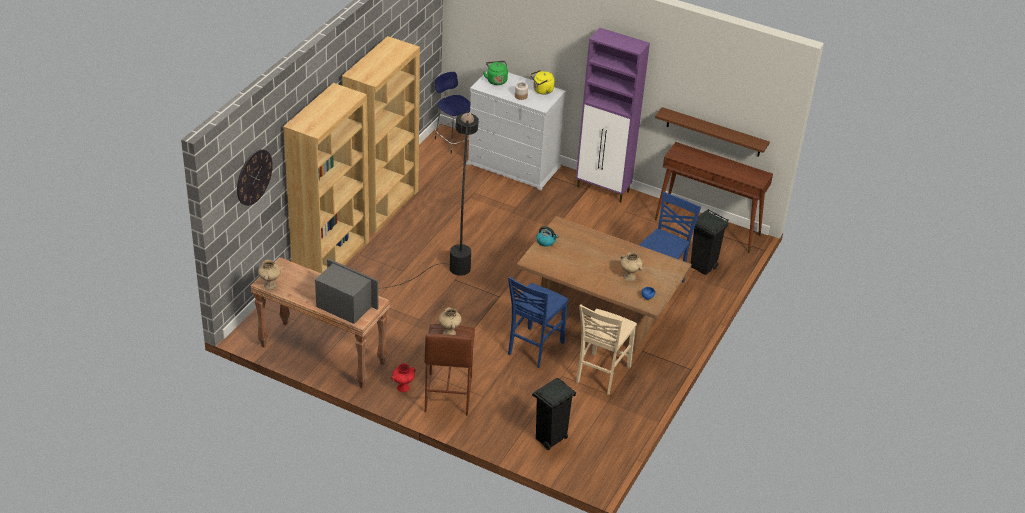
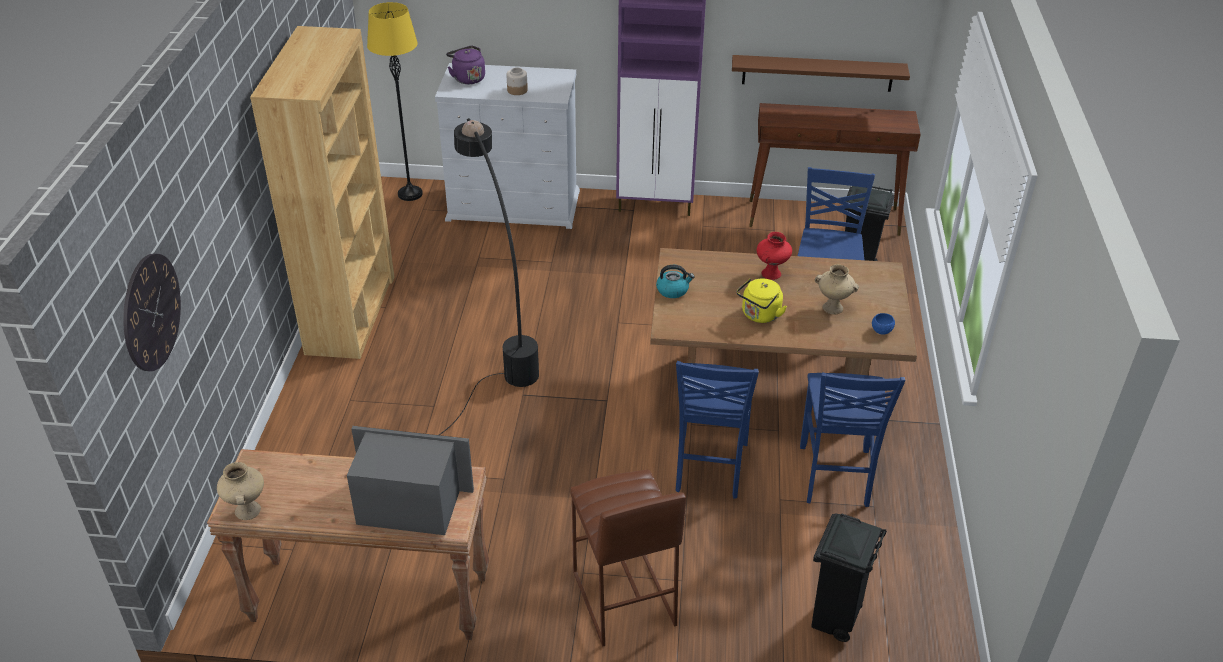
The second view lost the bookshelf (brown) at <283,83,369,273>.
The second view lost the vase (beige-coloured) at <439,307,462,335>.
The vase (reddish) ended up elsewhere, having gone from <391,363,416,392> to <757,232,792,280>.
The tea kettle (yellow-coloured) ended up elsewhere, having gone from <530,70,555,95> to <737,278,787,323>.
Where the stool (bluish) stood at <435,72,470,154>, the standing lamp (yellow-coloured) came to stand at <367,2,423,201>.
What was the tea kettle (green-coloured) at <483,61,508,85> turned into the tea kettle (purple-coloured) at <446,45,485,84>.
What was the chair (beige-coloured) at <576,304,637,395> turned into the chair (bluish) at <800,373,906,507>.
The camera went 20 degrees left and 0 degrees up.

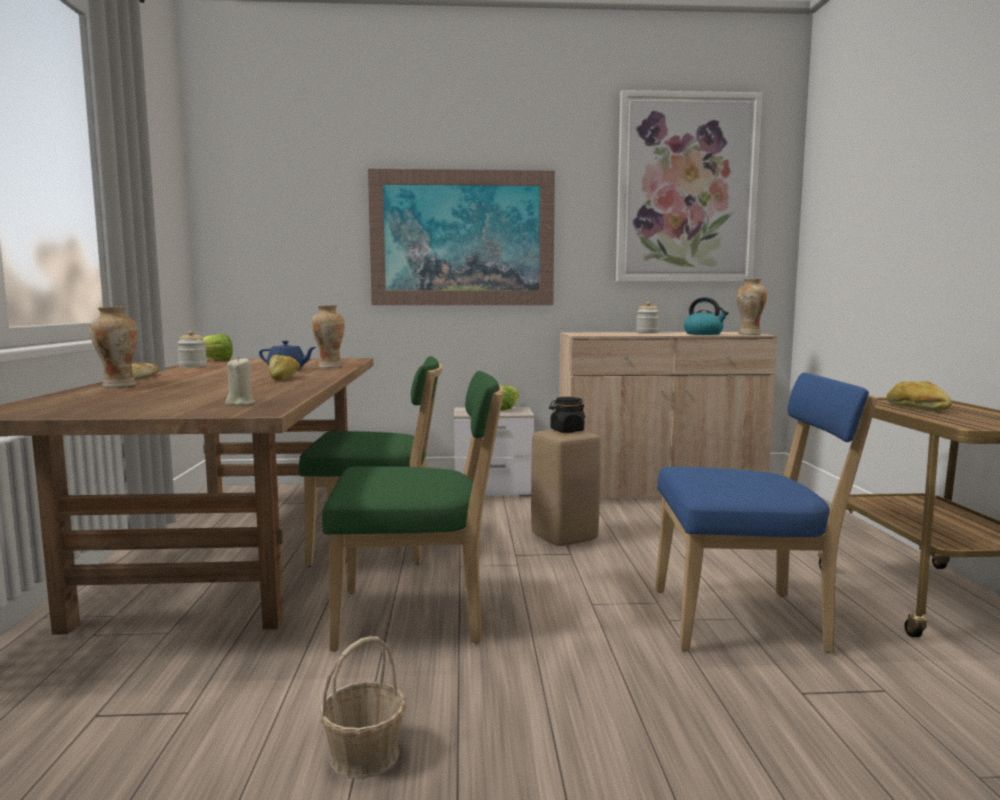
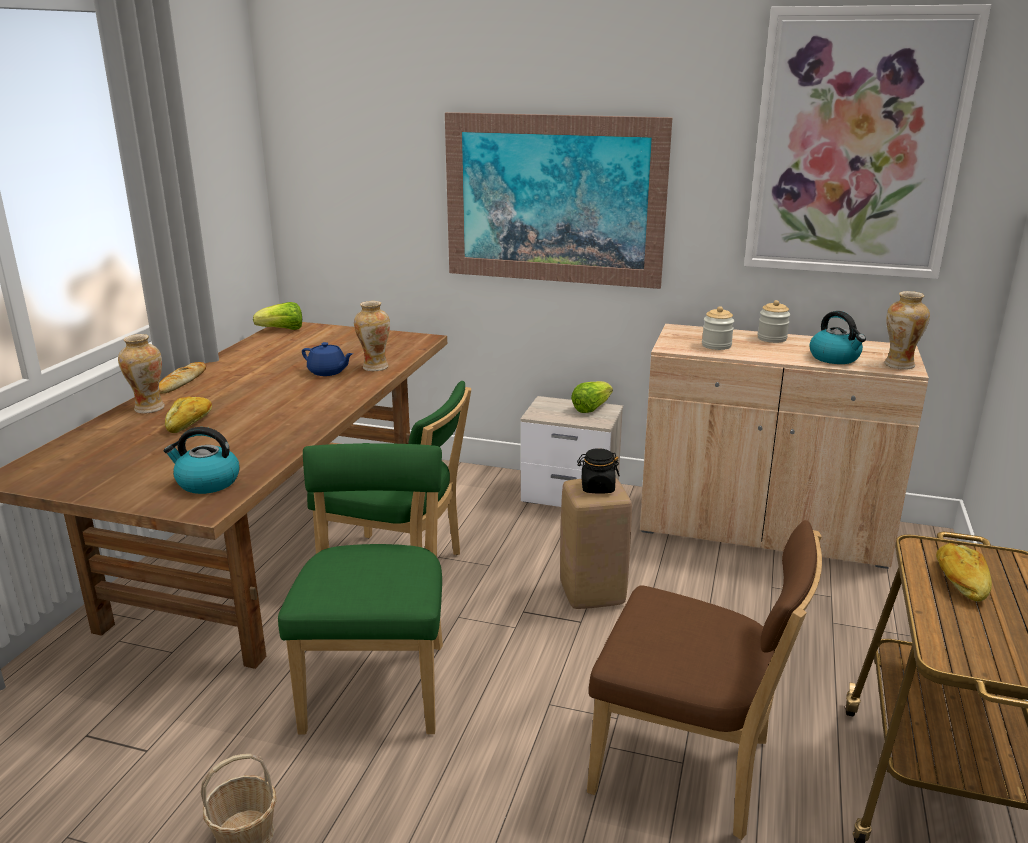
The jar ended up elsewhere, having gone from <177,331,207,367> to <702,306,734,350>.
The baked bread ended up elsewhere, having gone from <269,354,300,380> to <165,397,212,433>.
Where the candle (beige-coloured) stood at <225,357,255,406>, the tea kettle came to stand at <164,427,240,494>.
What was the chair (bluish) at <656,373,878,653> turned into the chair (brown) at <587,520,822,840>.
The chair (green-coloured) at <322,371,504,652> ended up facing another way, 105 degrees counterclockwise from before.
The camera went 20 degrees right and 15 degrees up.

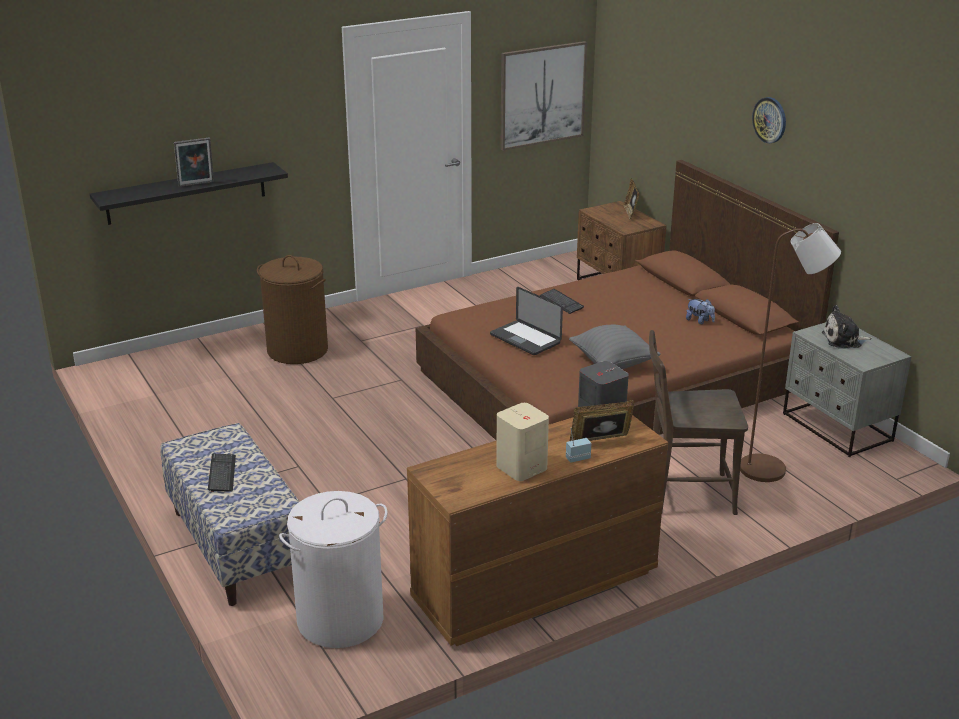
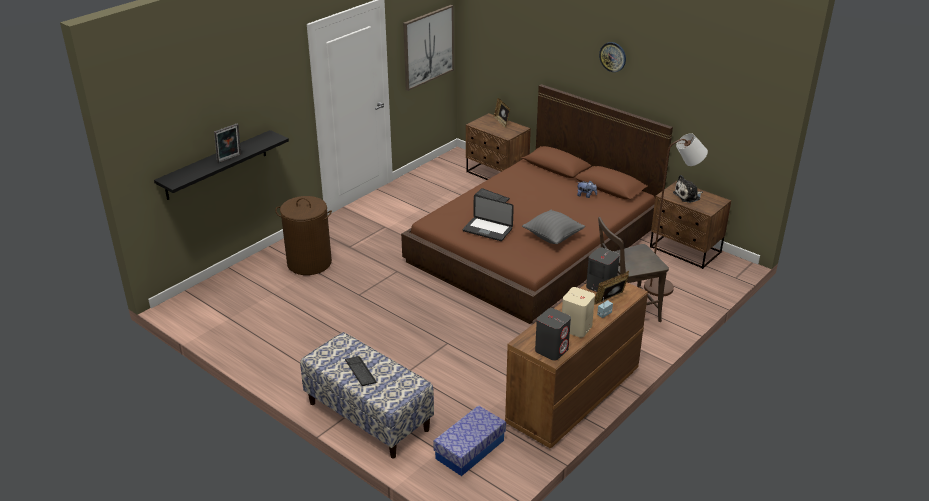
The second view gained the speaker (gray) at <535,308,571,361>.
Where the hamper (white) stood at <279,491,387,648>, the storage box came to stand at <433,405,506,476>.
What was the nightstand (gray) at <783,322,912,457> turned into the nightstand (brown) at <650,181,731,269>.
The camera went 20 degrees left and 5 degrees up.

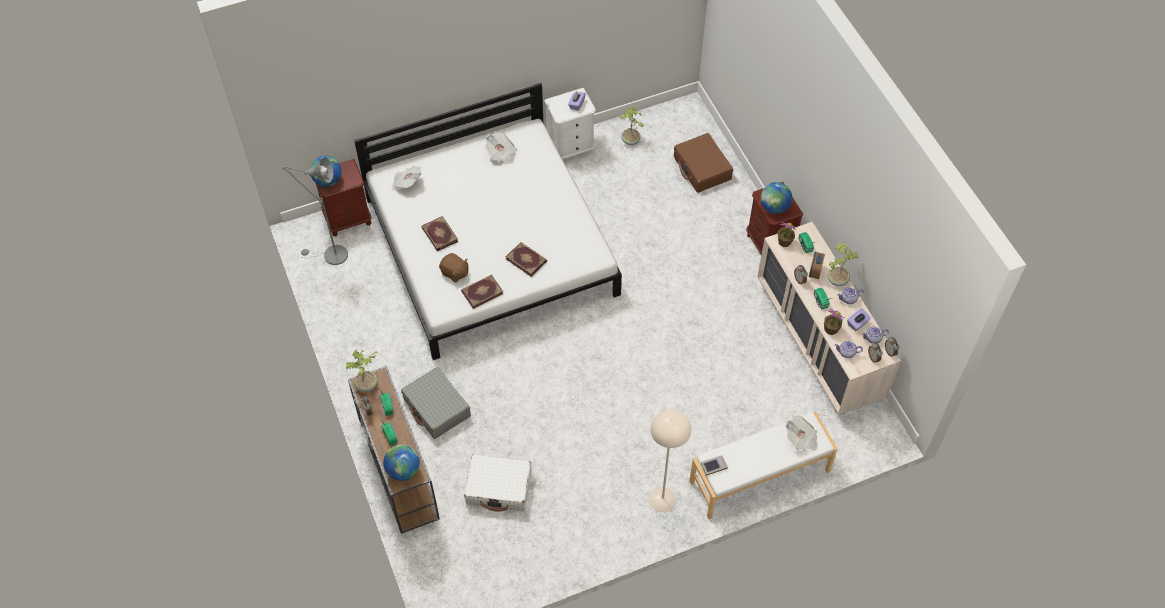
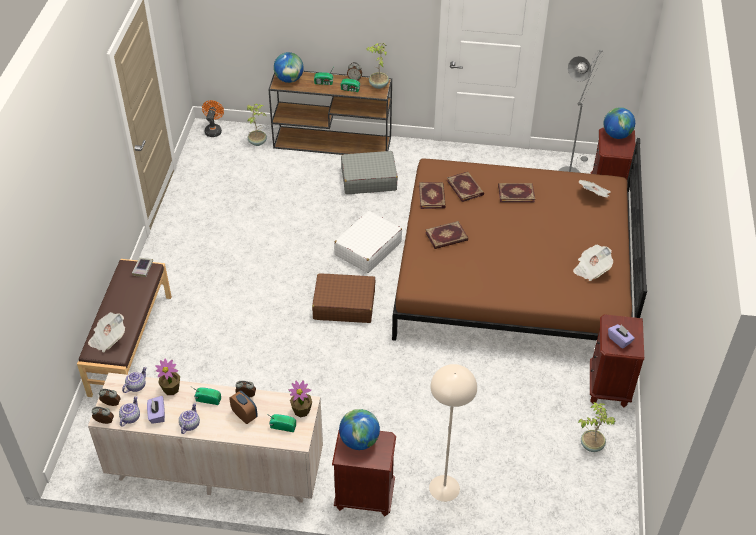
The second view gained the fan (orange) at <202,100,224,137>.
The suitcase (white) ended up elsewhere, having gone from <464,455,532,512> to <334,211,402,273>.
The standing lamp (beige-coloured) ended up elsewhere, having gone from <649,409,691,512> to <429,364,477,502>.
The suitcase (brown) ended up elsewhere, having gone from <674,133,733,193> to <312,273,375,323>.
The potted plant ended up elsewhere, having gone from <828,242,858,286> to <247,104,267,146>.
Where the cuddly toy (brown) stood at <439,253,468,283>, the volume came to stand at <447,171,484,202>.
What was the sleeping bed (white) at <354,83,622,360> turned into the sleeping bed (brown) at <392,138,647,341>.
What was the nightstand (white) at <544,88,596,160> turned into the nightstand (brown) at <590,314,644,407>.
What was the long seat (white) at <689,412,838,519> turned into the long seat (brown) at <77,259,172,397>.
The camera went 120 degrees right and 10 degrees down.

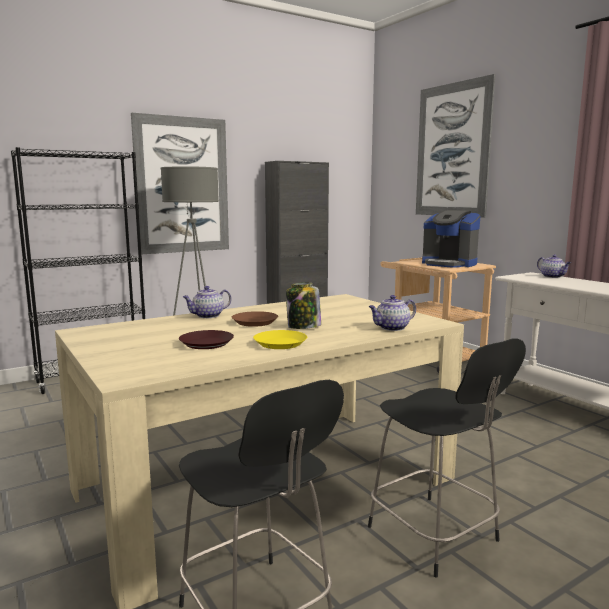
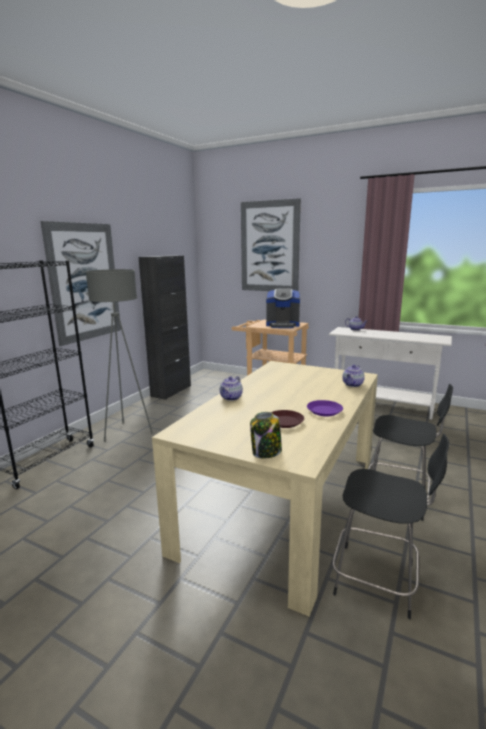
The second view lost the flat dish (brown) at <232,311,278,327>.
The jar ended up elsewhere, having gone from <286,282,321,329> to <250,412,282,459>.
What was the flat dish (yellow-coloured) at <253,330,307,349> turned into the flat dish (purple-coloured) at <307,400,343,416>.
The camera went 30 degrees left and 5 degrees up.

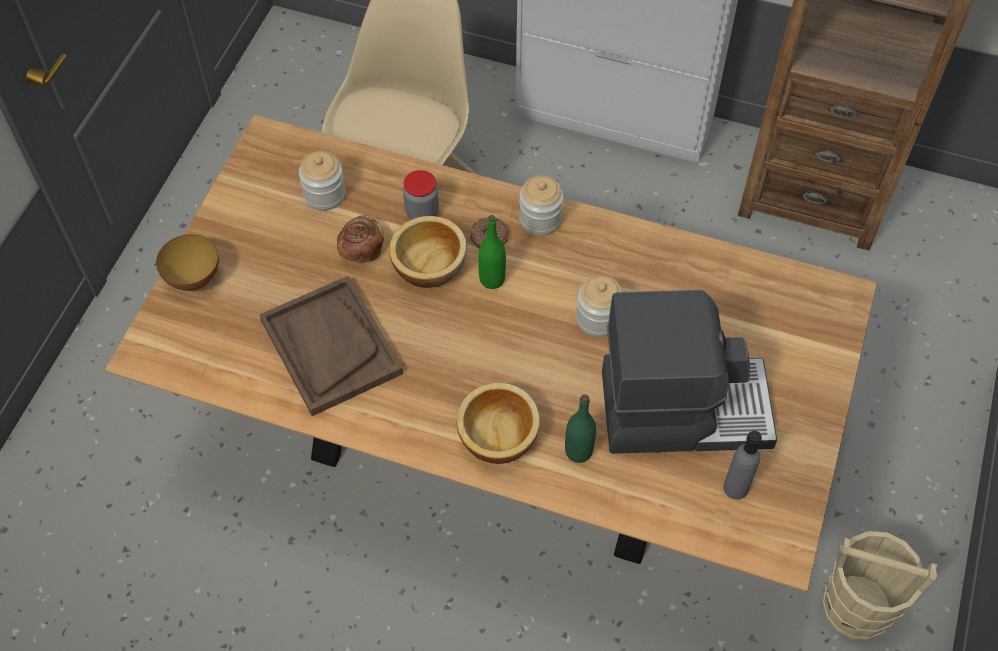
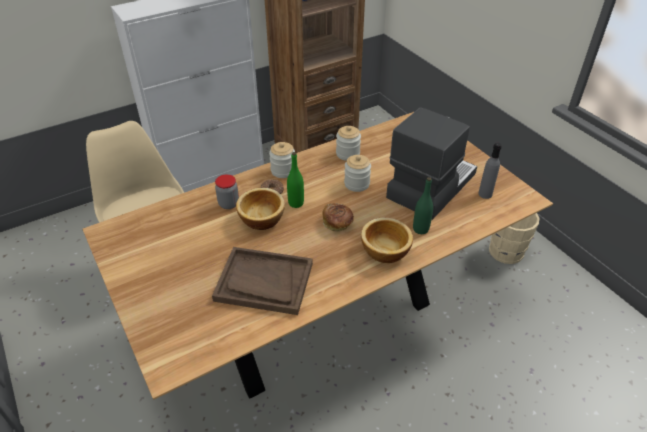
The second view lost the deep dish at <156,234,219,291>.
The jar ended up elsewhere, having gone from <299,151,346,211> to <336,126,361,161>.
The baked bread ended up elsewhere, having gone from <337,215,384,264> to <322,203,354,231>.
The camera went 50 degrees left and 15 degrees down.

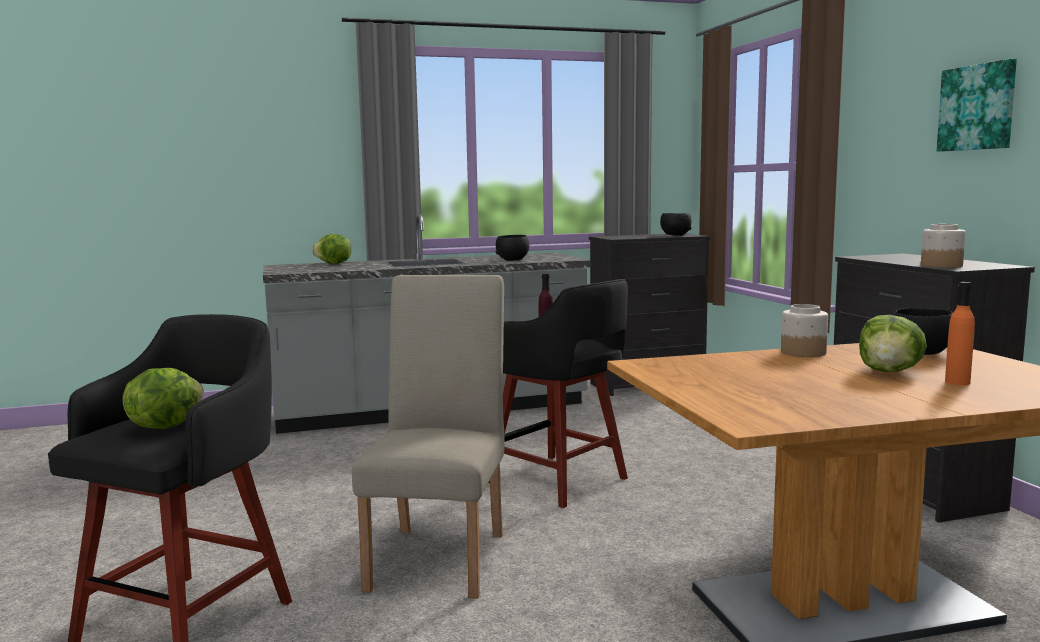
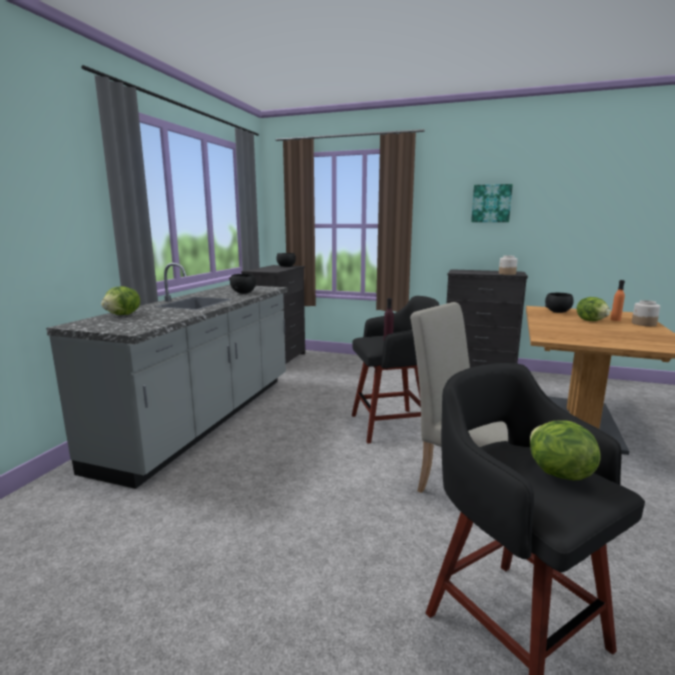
The jar ended up elsewhere, having gone from <781,304,828,357> to <632,300,660,326>.
The camera went 55 degrees left and 5 degrees up.

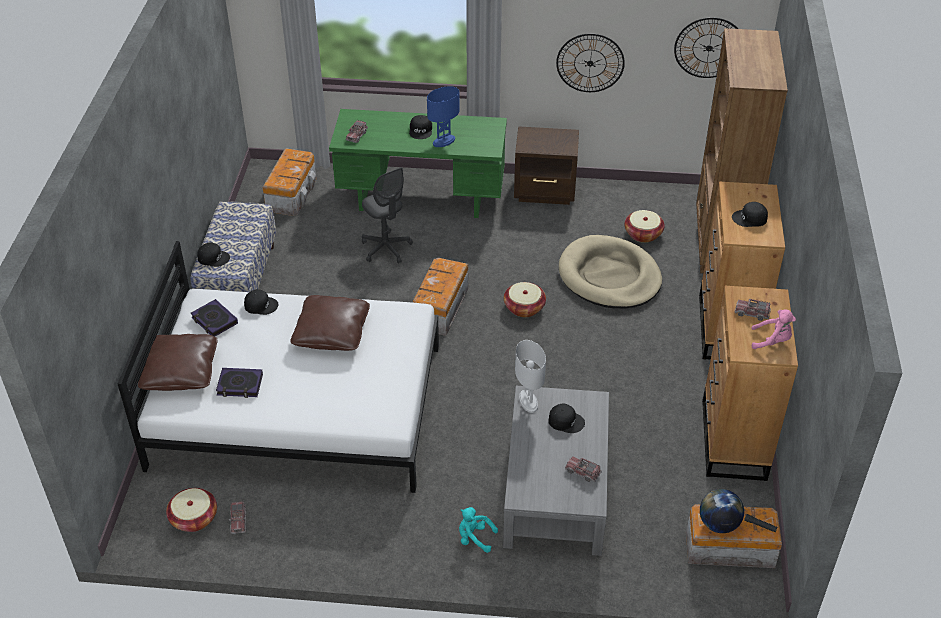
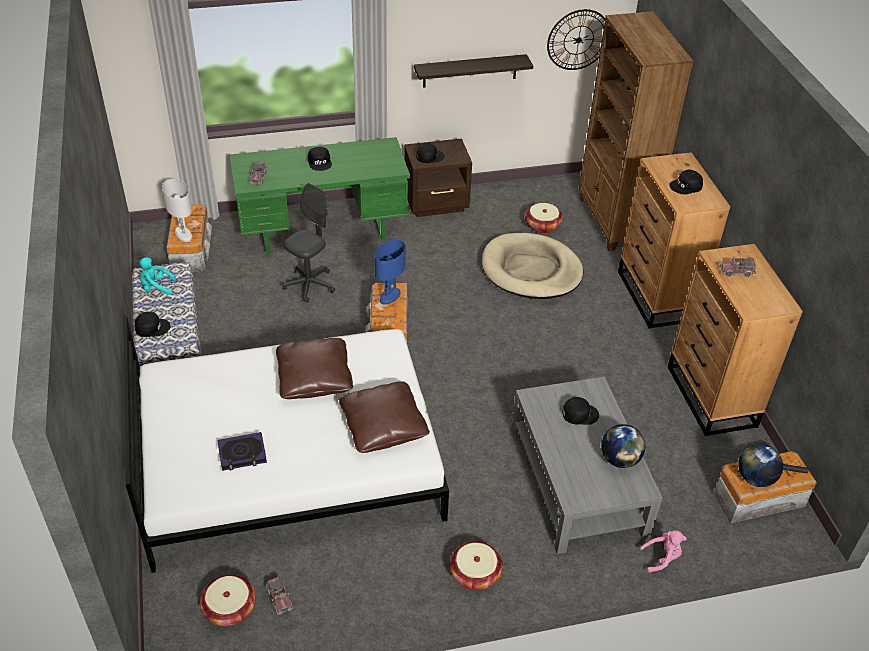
The second view lost the volume at <191,299,238,337>.
The throw pillow (brown) ended up elsewhere, having gone from <138,334,218,391> to <339,381,430,453>.
The baseball cap (blackish) ended up elsewhere, having gone from <244,289,279,315> to <416,143,445,163>.
The tabletop lamp (bluish) ended up elsewhere, having gone from <427,86,460,147> to <374,240,406,304>.
The cuddly toy (blue-green) ended up elsewhere, having gone from <459,507,498,553> to <138,257,176,295>.
The household basket ended up elsewhere, having gone from <504,282,546,317> to <450,541,503,590>.
The tabletop lamp (white) ended up elsewhere, having gone from <515,340,546,413> to <162,179,192,242>.
The cuddly toy (pink-coloured) ended up elsewhere, having gone from <751,309,796,349> to <639,530,686,573>.
Where the hanging clock hung at <556,34,625,92>, the wall shelf came to hang at <414,54,533,88>.
Where the toy truck stood at <565,456,602,482>, the world globe came to stand at <601,424,645,468>.
The office chair (gray) at <362,168,413,264> ended up facing another way, 90 degrees counterclockwise from before.
The camera went 20 degrees left and 0 degrees up.

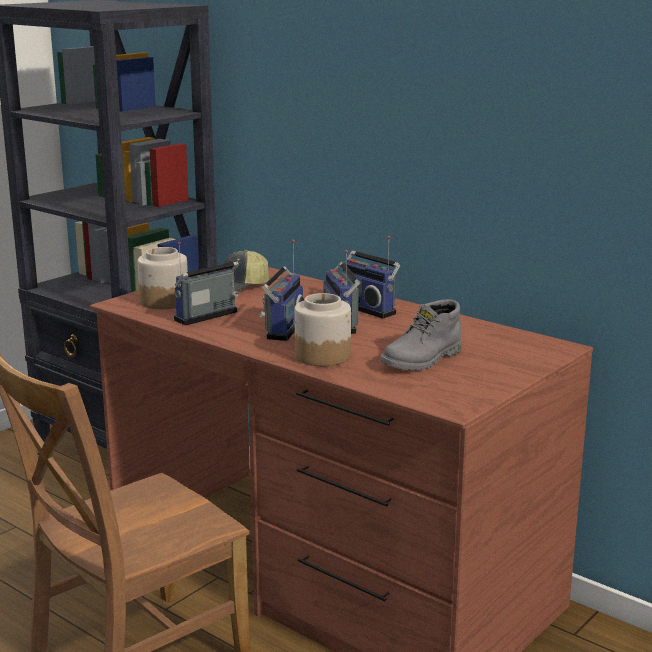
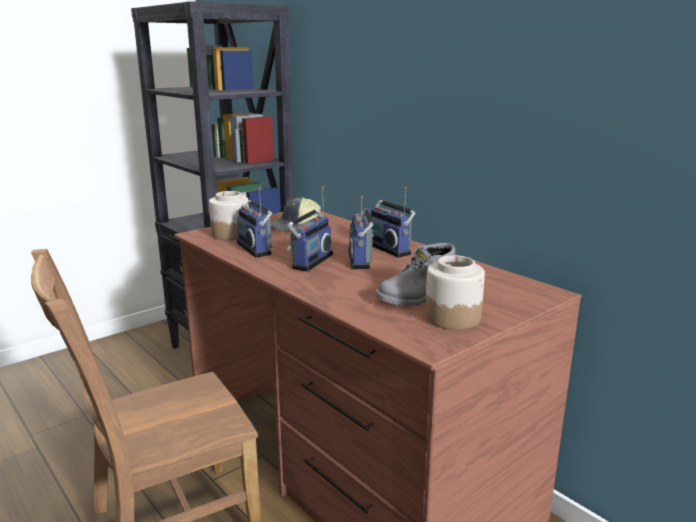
The jar ended up elsewhere, having gone from <294,293,351,366> to <425,255,485,330>.
The radio at <174,241,239,326> ended up facing another way, 90 degrees counterclockwise from before.
The camera went 10 degrees right and 0 degrees up.

